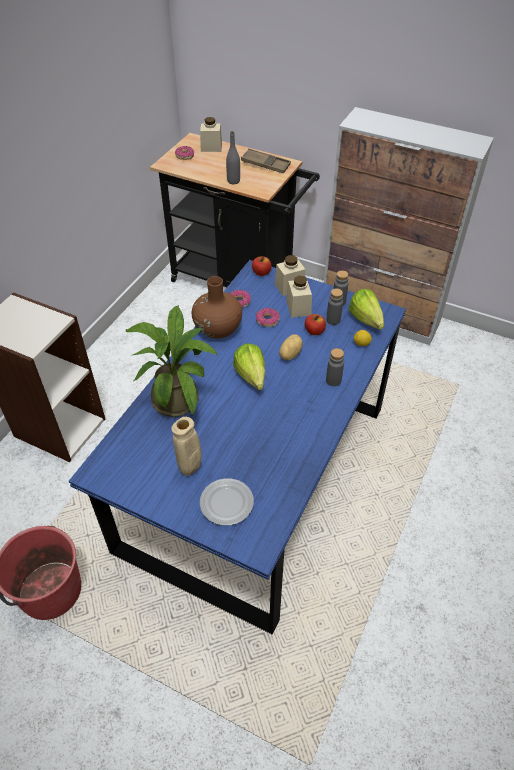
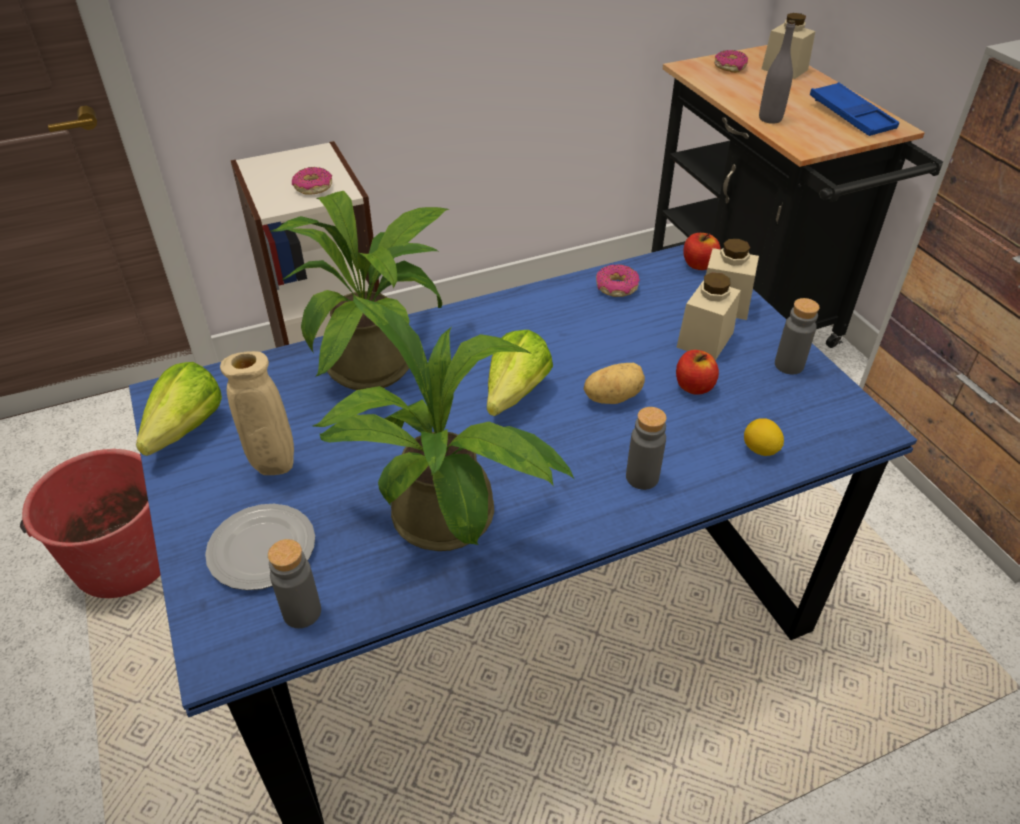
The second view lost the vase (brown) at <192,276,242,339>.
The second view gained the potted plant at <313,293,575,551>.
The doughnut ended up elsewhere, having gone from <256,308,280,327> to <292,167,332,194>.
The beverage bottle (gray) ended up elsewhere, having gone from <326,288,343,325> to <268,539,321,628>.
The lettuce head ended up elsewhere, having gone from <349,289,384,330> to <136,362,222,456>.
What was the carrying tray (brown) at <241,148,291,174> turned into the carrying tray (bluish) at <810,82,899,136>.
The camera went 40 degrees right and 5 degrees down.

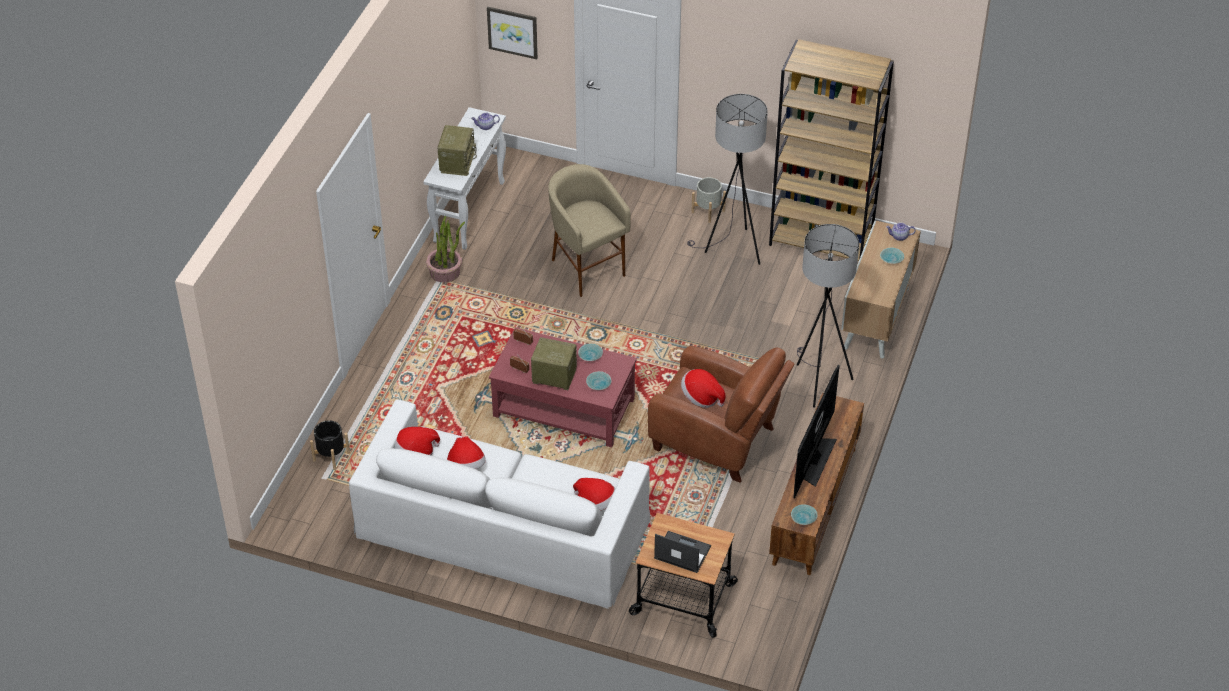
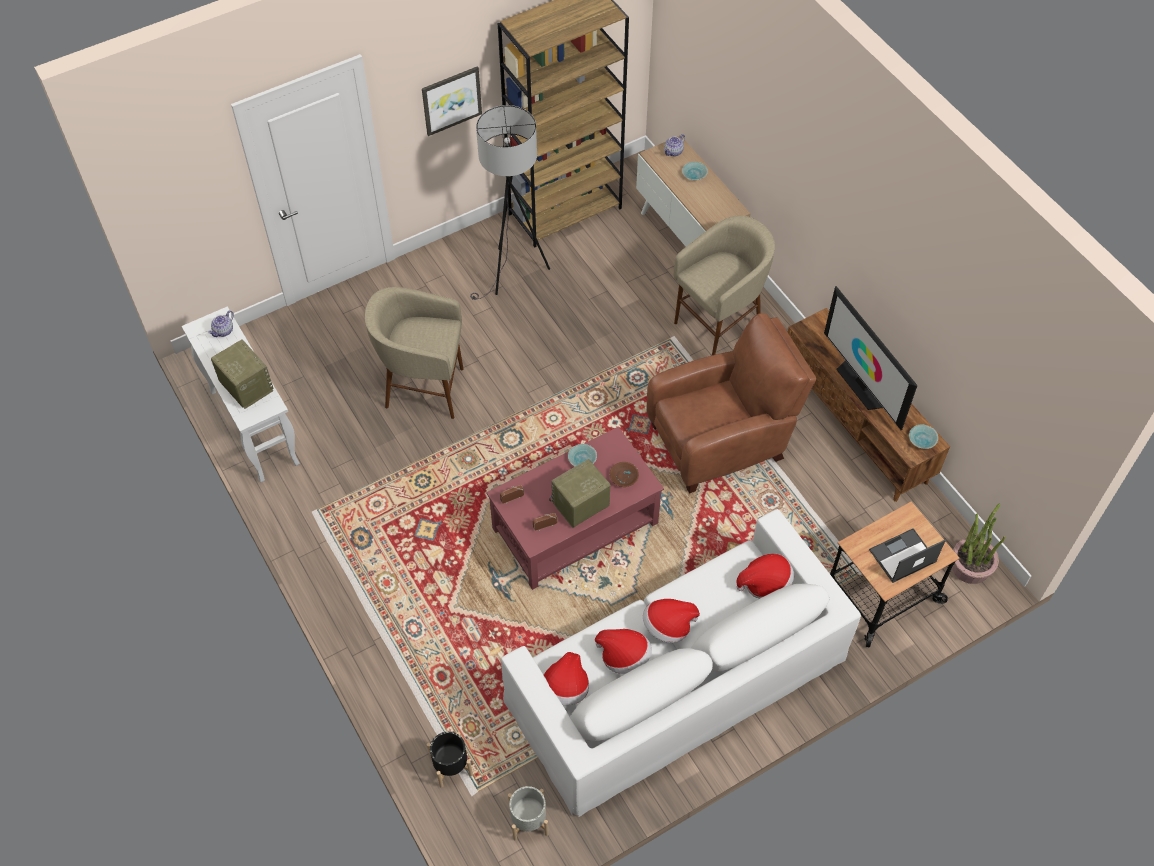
The potted plant ended up elsewhere, having gone from <426,216,465,282> to <952,503,1005,584>.
The picture ended up elsewhere, having gone from <487,7,538,59> to <422,66,482,136>.
The hat ended up elsewhere, having gone from <681,369,725,408> to <643,599,700,643>.
The plant pot (gray) ended up elsewhere, having gone from <692,177,726,223> to <508,786,549,840>.
Where the standing lamp (gray) stood at <797,224,859,408>, the stool (beige-coloured) came to stand at <674,216,775,355>.
What was the deep dish (blue-green) at <586,371,611,390> turned into the deep dish (brown) at <609,462,639,487>.
The camera went 50 degrees left and 10 degrees up.

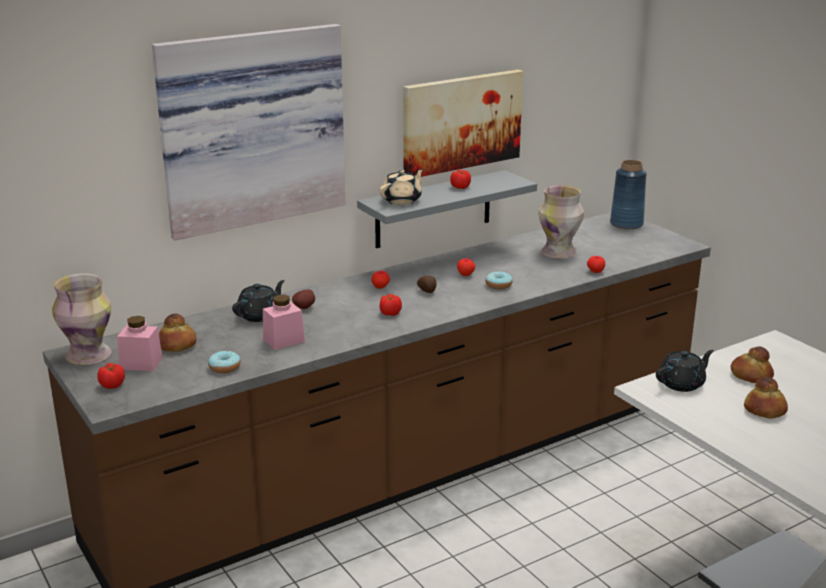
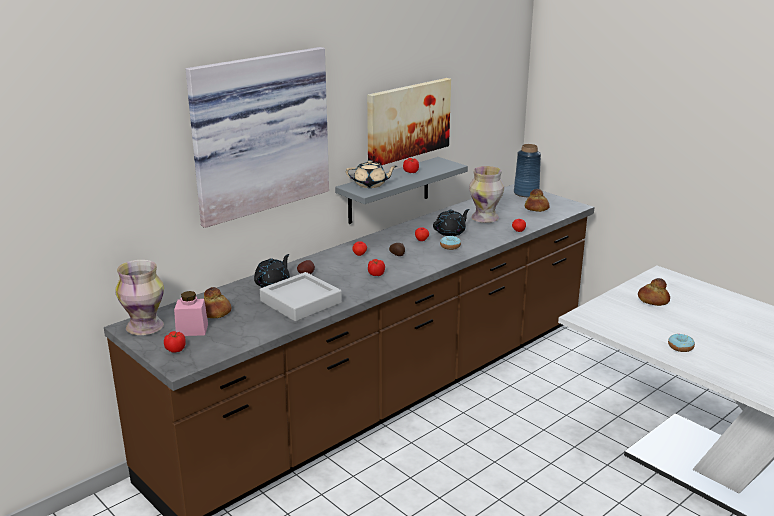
The doughnut ended up elsewhere, having gone from <208,351,241,373> to <668,334,695,352>.
The teapot (blackish) ended up elsewhere, having gone from <656,350,714,392> to <433,209,470,236>.
The baked bread ended up elsewhere, having gone from <744,377,788,419> to <525,189,550,212>.
Where the jar (pink-coloured) stood at <263,295,305,350>, the carrying tray (gray) came to stand at <260,272,342,322>.
The teapot (beige-coloured) at <380,169,424,205> ended up facing another way, 60 degrees clockwise from before.
The camera went 10 degrees left and 0 degrees up.

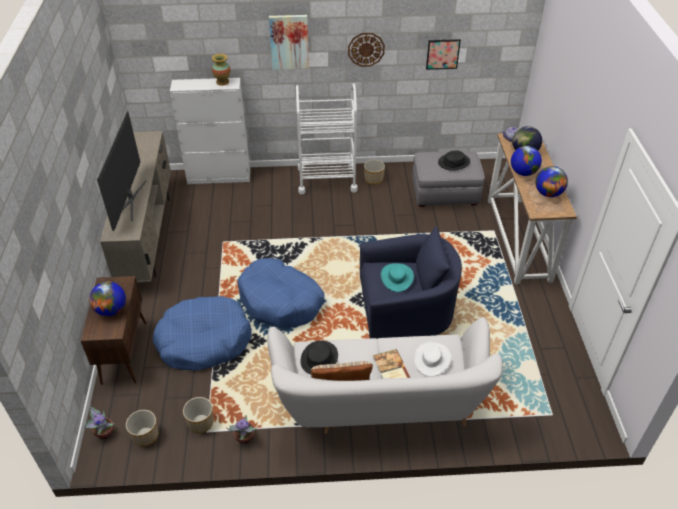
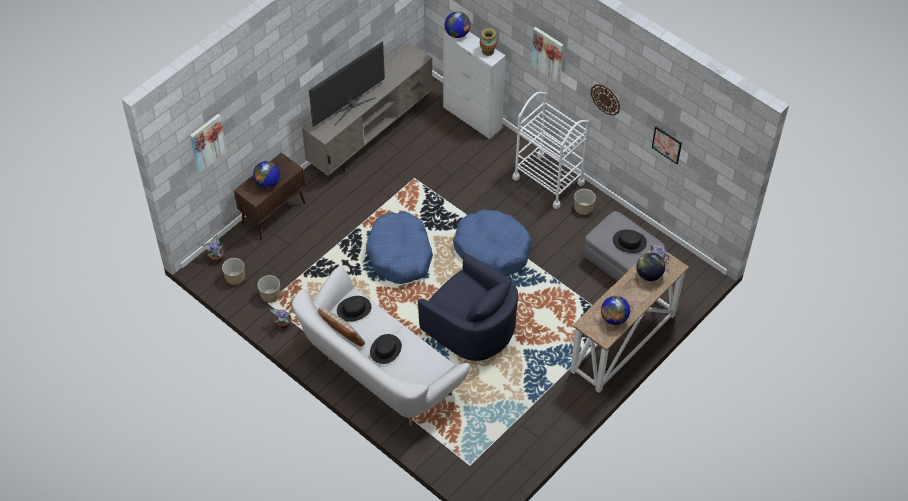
The second view lost the hat (blue-green) at <381,263,414,292>.
The second view lost the hat (white) at <414,342,451,376>.
The second view gained the picture at <190,114,227,173>.
The dog bed (bluish) ended up elsewhere, having gone from <153,296,252,371> to <453,210,532,275>.
The world globe ended up elsewhere, having gone from <511,146,542,176> to <445,12,471,38>.
Where the volume stood at <373,349,411,379>, the hat (blackish) came to stand at <370,334,402,364>.
The camera went 45 degrees right and 10 degrees up.

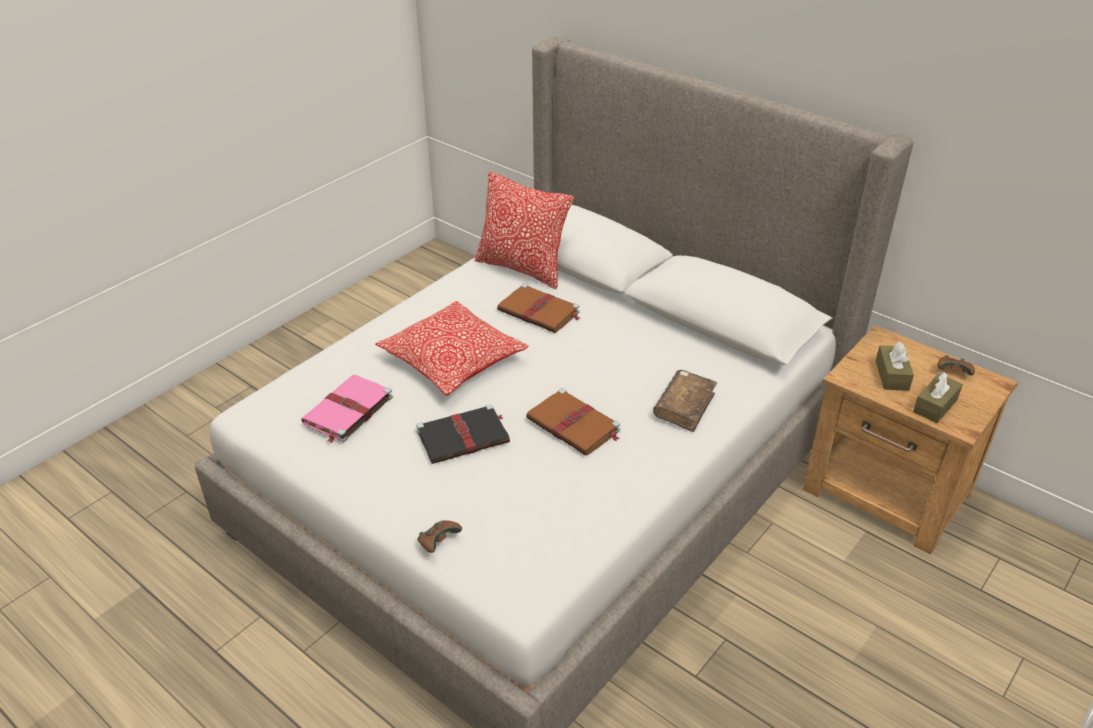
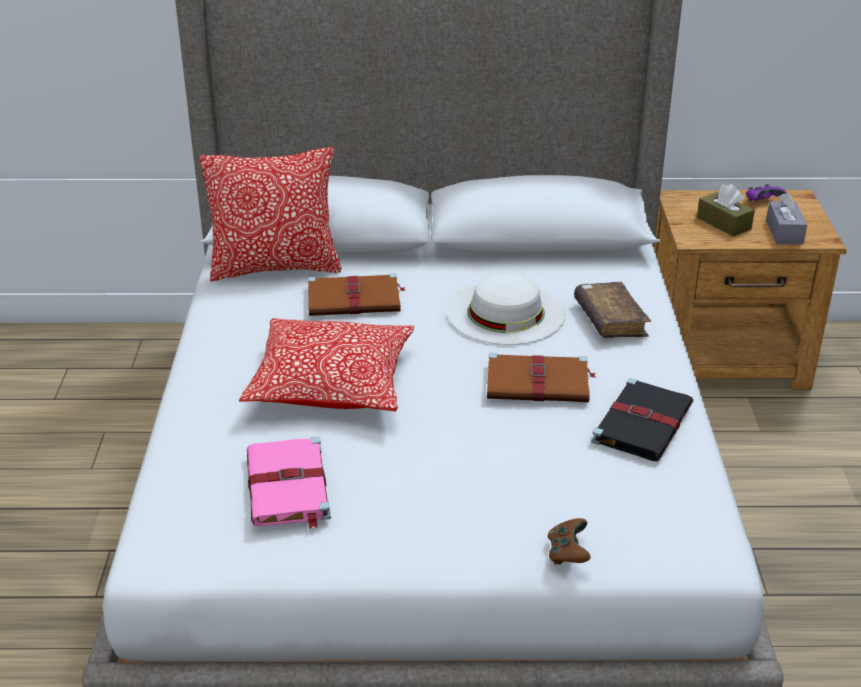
The second view gained the hat (white) at <447,274,566,345>.
The volume (blackish) ended up elsewhere, having gone from <416,404,510,464> to <591,378,693,461>.
What was the tissue box (brown) at <913,372,963,423> turned into the tissue box (gray) at <766,193,807,245>.
What was the game controller (brown) at <937,355,975,376> turned into the game controller (purple-coloured) at <746,184,786,201>.
The camera went 40 degrees left and 5 degrees down.

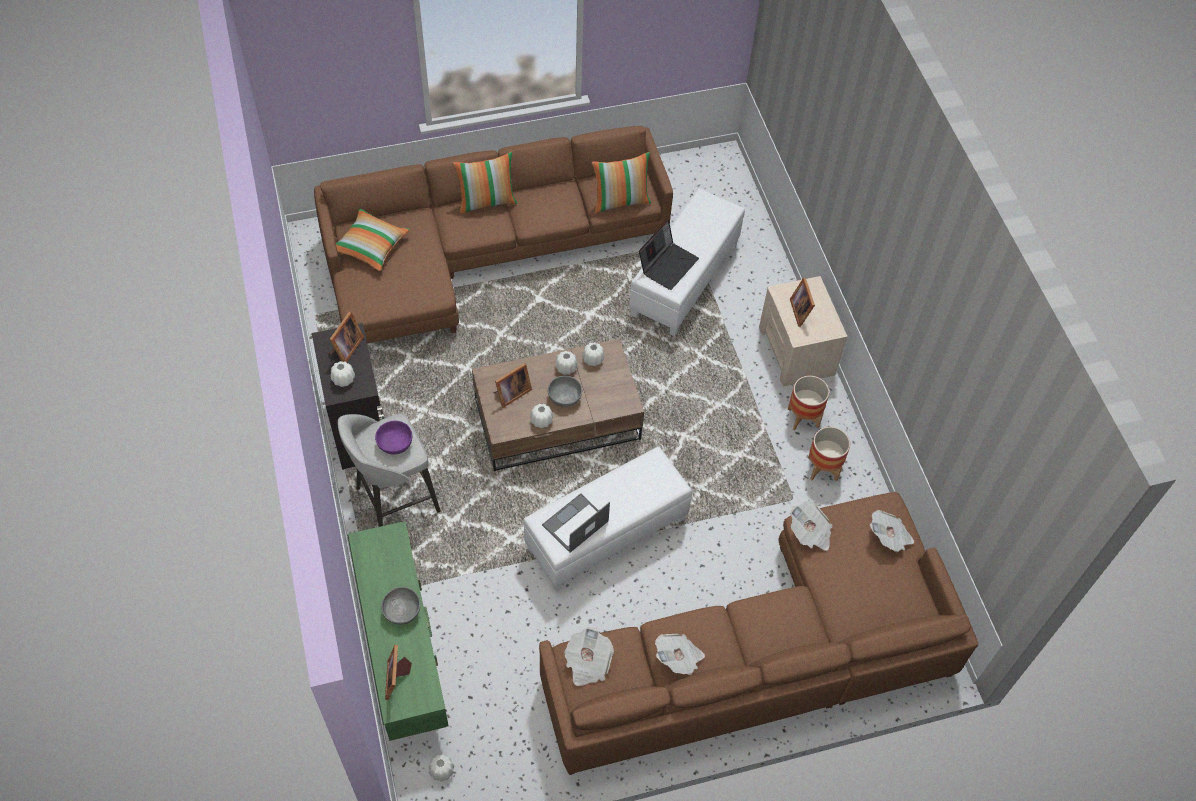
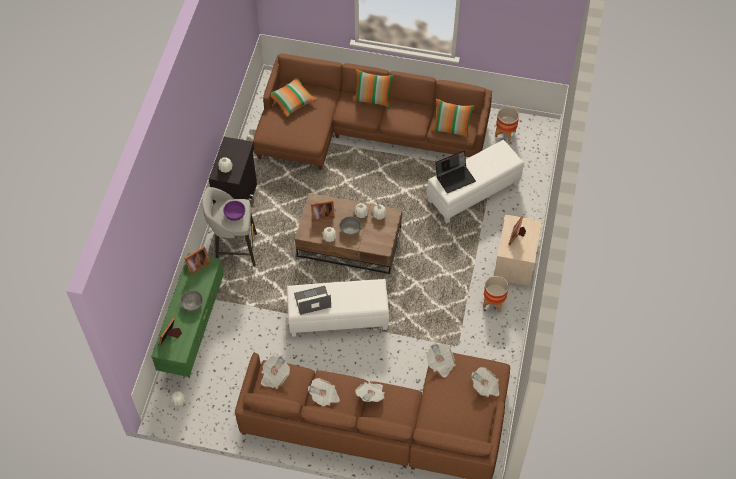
The second view gained the printed paper at <355,382,385,402>.
The photo frame ended up elsewhere, having gone from <328,312,364,362> to <184,246,210,275>.
The plant pot ended up elsewhere, having gone from <808,427,850,481> to <495,107,519,142>.
The camera went 30 degrees right and 0 degrees up.

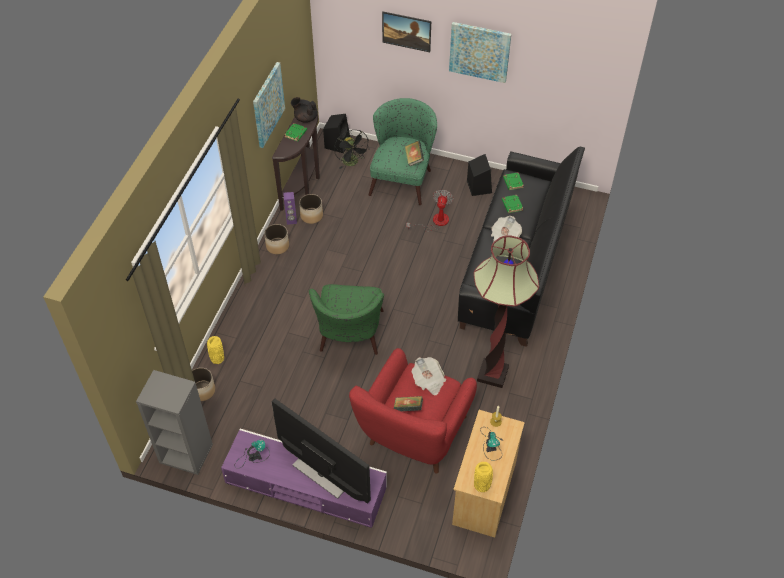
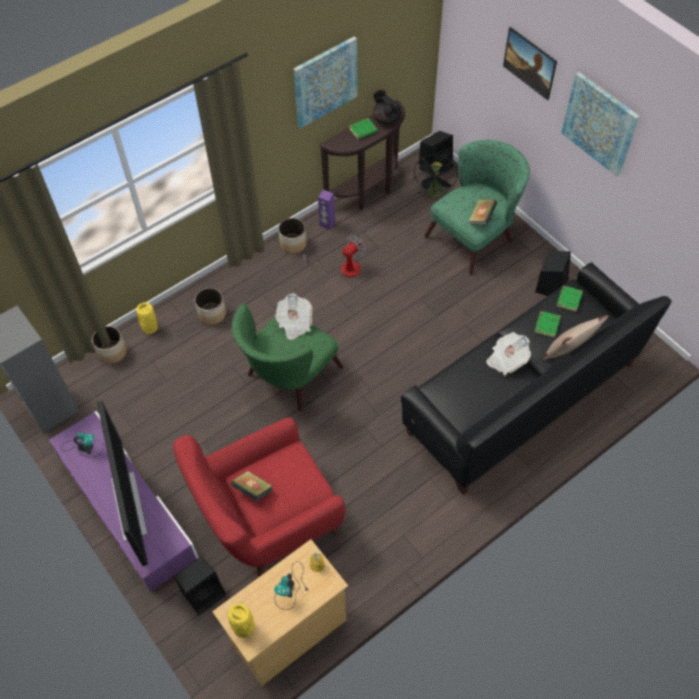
The second view lost the standing lamp at <474,235,539,388>.
The second view gained the speaker (blackish) at <174,557,226,615>.
The second view gained the throw pillow (beige-coloured) at <542,315,608,360>.
The plant pot ended up elsewhere, having gone from <299,194,323,224> to <194,288,226,325>.
The fan ended up elsewhere, having gone from <406,189,453,232> to <302,234,366,278>.
The printed paper ended up elsewhere, having gone from <412,357,446,395> to <275,293,312,340>.
The camera went 35 degrees right and 5 degrees up.

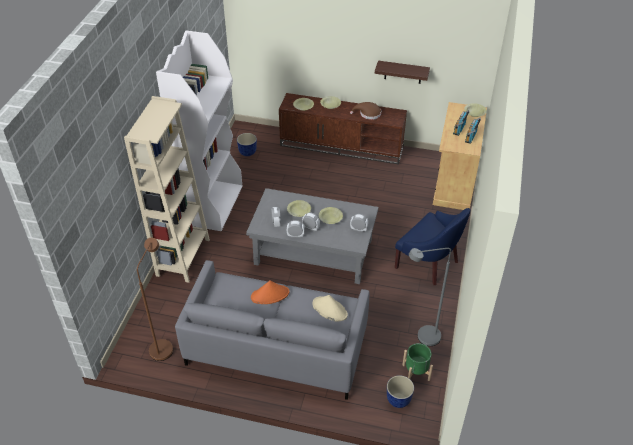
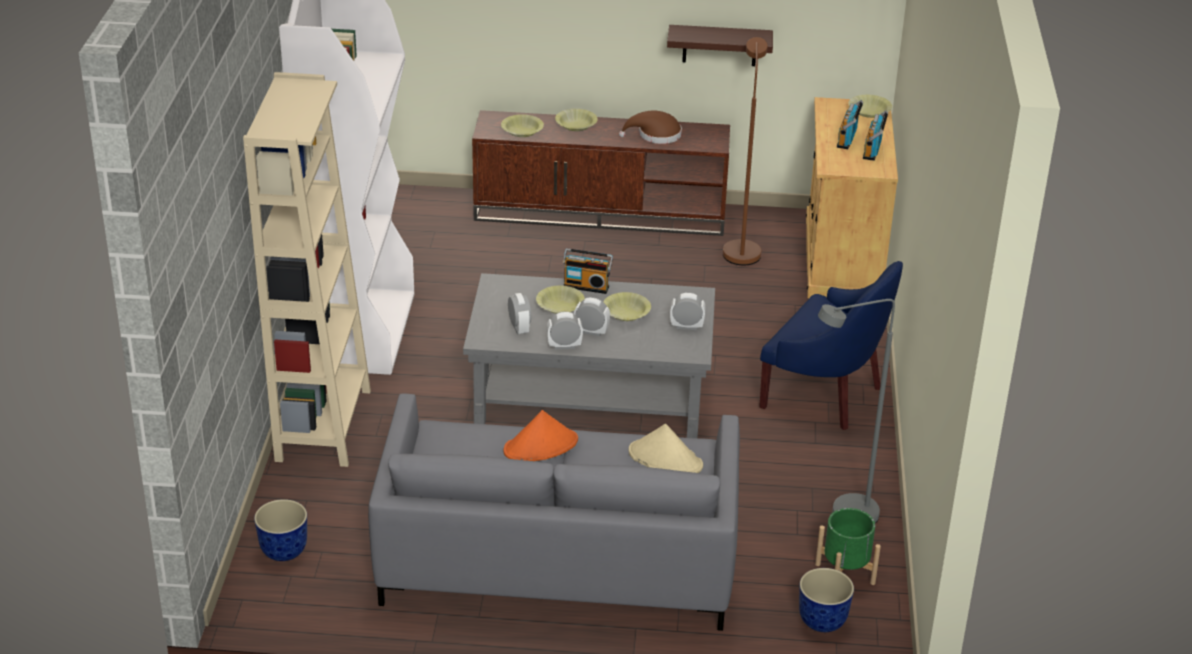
The second view gained the radio at <563,248,613,294>.
The standing lamp (brown) ended up elsewhere, having gone from <137,237,173,361> to <723,37,768,265>.
The plant pot ended up elsewhere, having gone from <237,133,257,156> to <254,499,307,561>.
The camera went 10 degrees left and 10 degrees down.

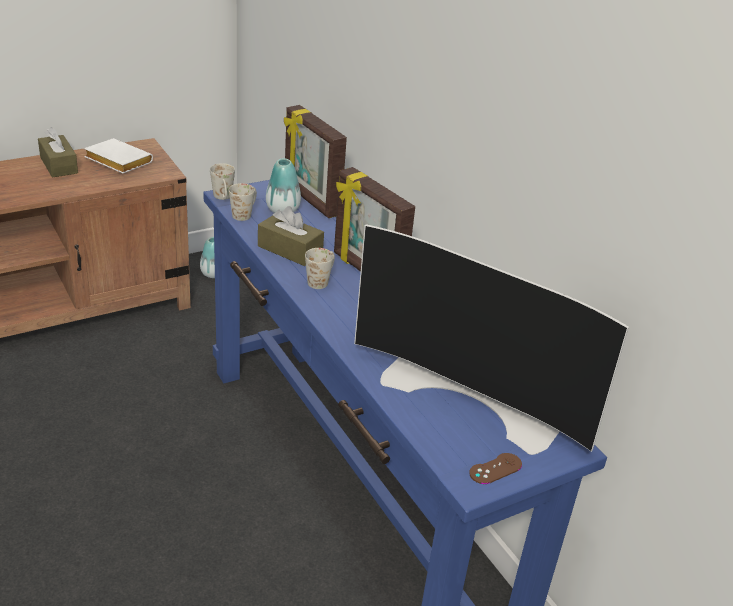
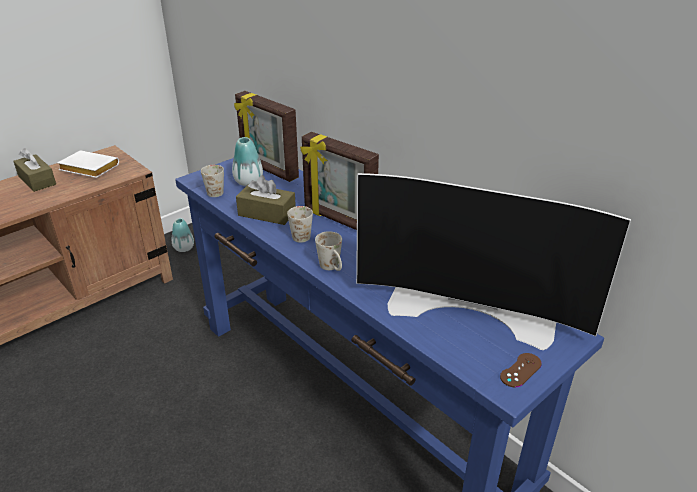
The mug (white) ended up elsewhere, having gone from <210,163,235,200> to <315,231,342,271>.
The camera went 10 degrees left and 0 degrees up.

